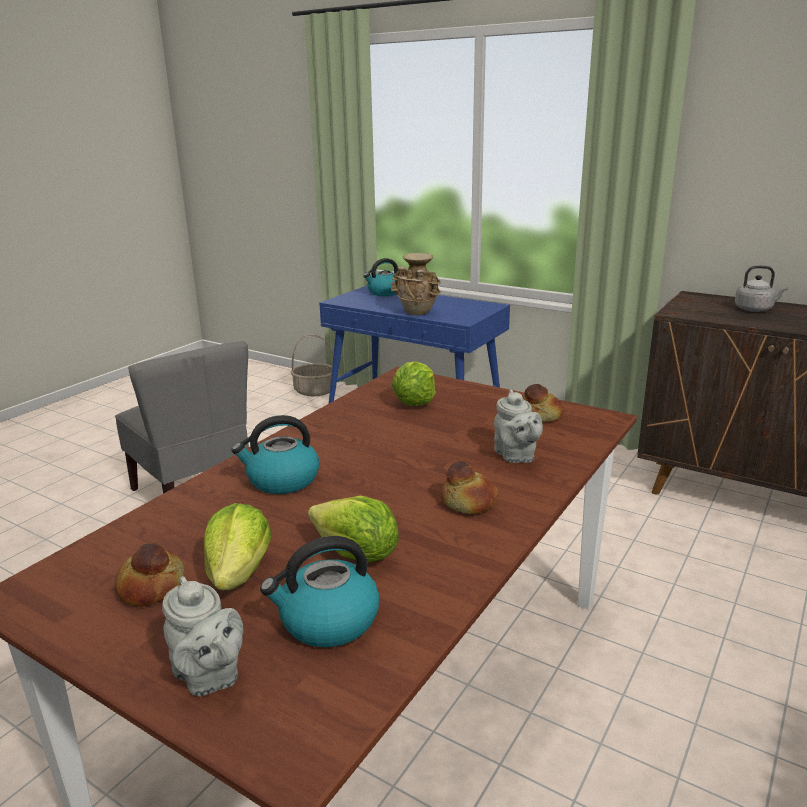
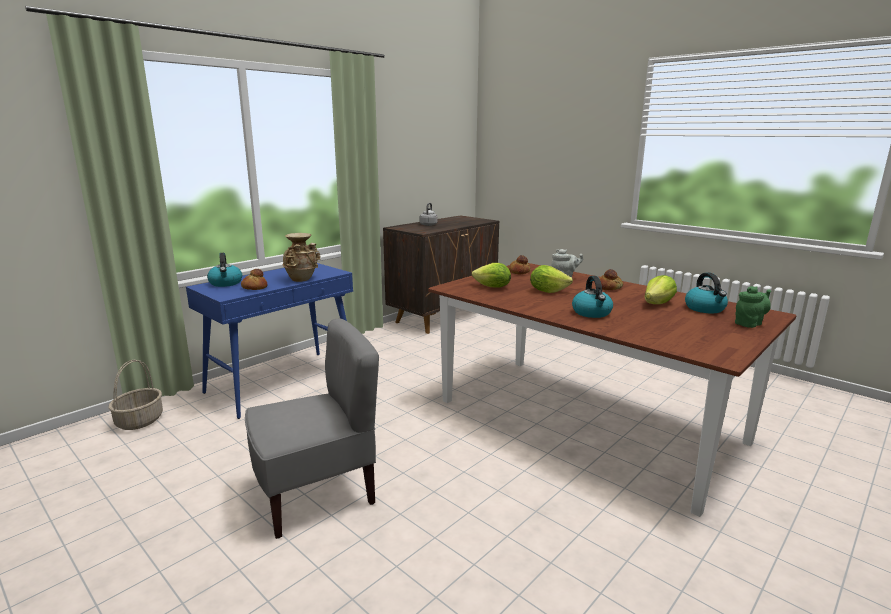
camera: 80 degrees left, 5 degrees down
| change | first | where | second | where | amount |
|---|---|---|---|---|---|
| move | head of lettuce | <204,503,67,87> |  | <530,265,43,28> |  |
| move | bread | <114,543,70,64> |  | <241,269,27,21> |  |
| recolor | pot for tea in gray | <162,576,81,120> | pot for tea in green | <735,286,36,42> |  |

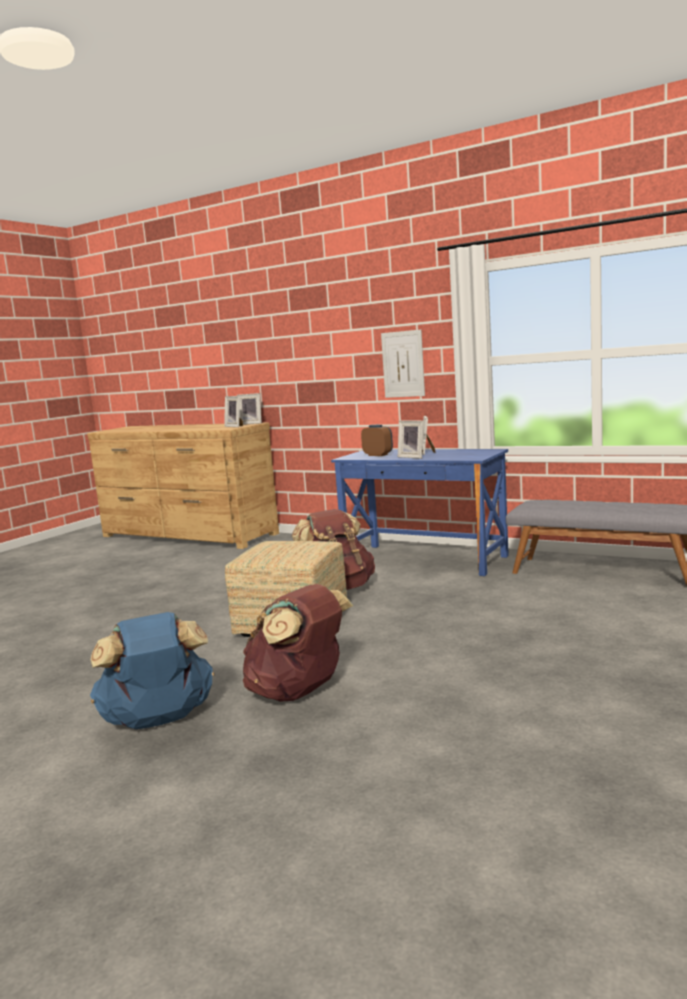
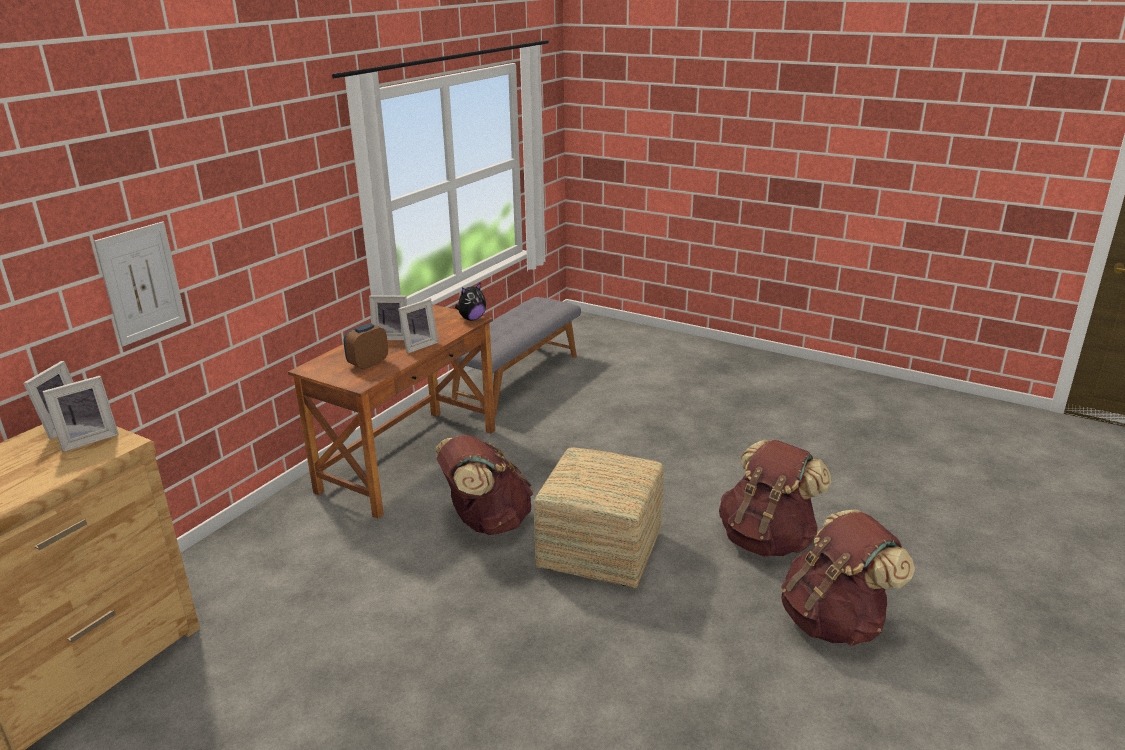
camera: 90 degrees left, 15 degrees up
| change | first | where | second | where | amount |
|---|---|---|---|---|---|
| move | picture | <381,330,44,68> |  | <94,221,92,125> |  |
| recolor | desk table in bluish | <331,449,178,127> | desk table in brown | <288,304,207,215> |  |
| recolor | rucksack in bluish | <90,612,124,117> | rucksack in brown | <781,510,134,136> |  |
| insert |  |  | cuddly toy | <455,283,31,38> |  |

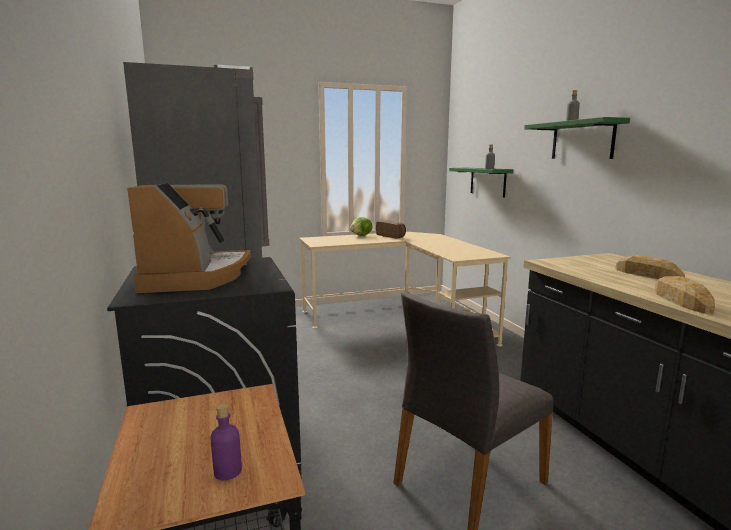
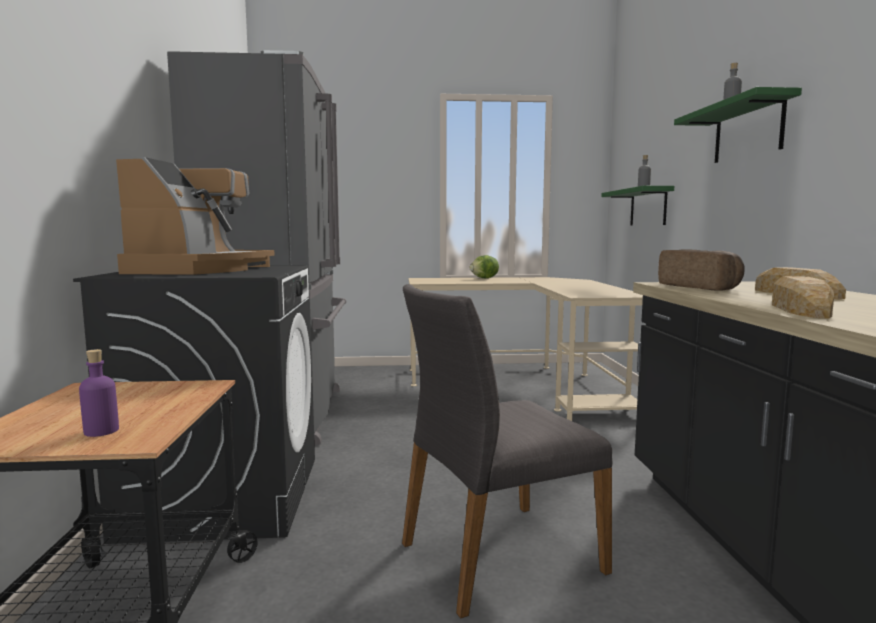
camera: 15 degrees right, 5 degrees down
| change | first | where | second | where | amount |
|---|---|---|---|---|---|
| move | bread | <376,220,30,19> |  | <658,249,86,42> |  |

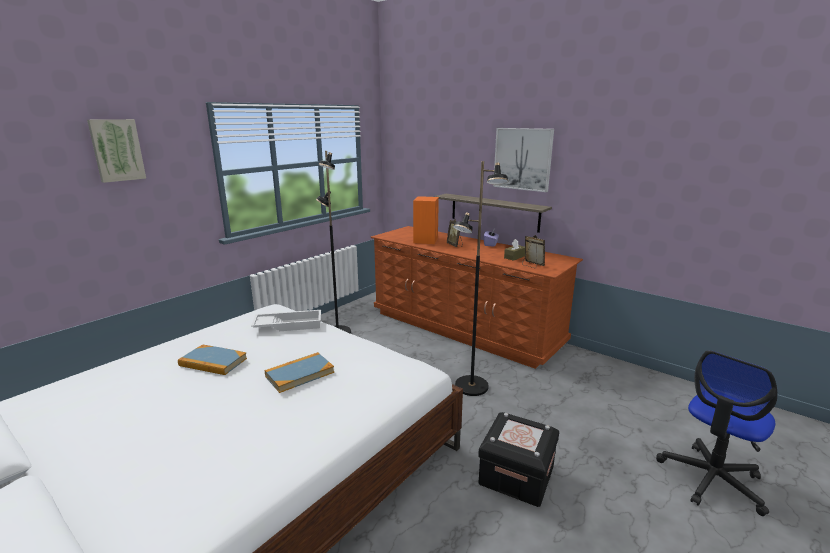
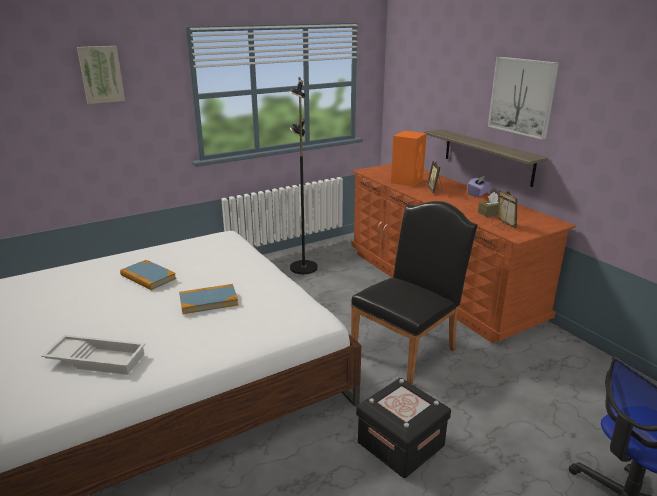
camera: 20 degrees right, 5 degrees up
| change | first | where | second | where | amount |
|---|---|---|---|---|---|
| replace | standing lamp in blackish | <453,161,55,235> | chair in blackish | <351,201,127,183> |  |
| move | serving tray in whitish | <251,310,70,21> |  | <41,335,104,40> |  |

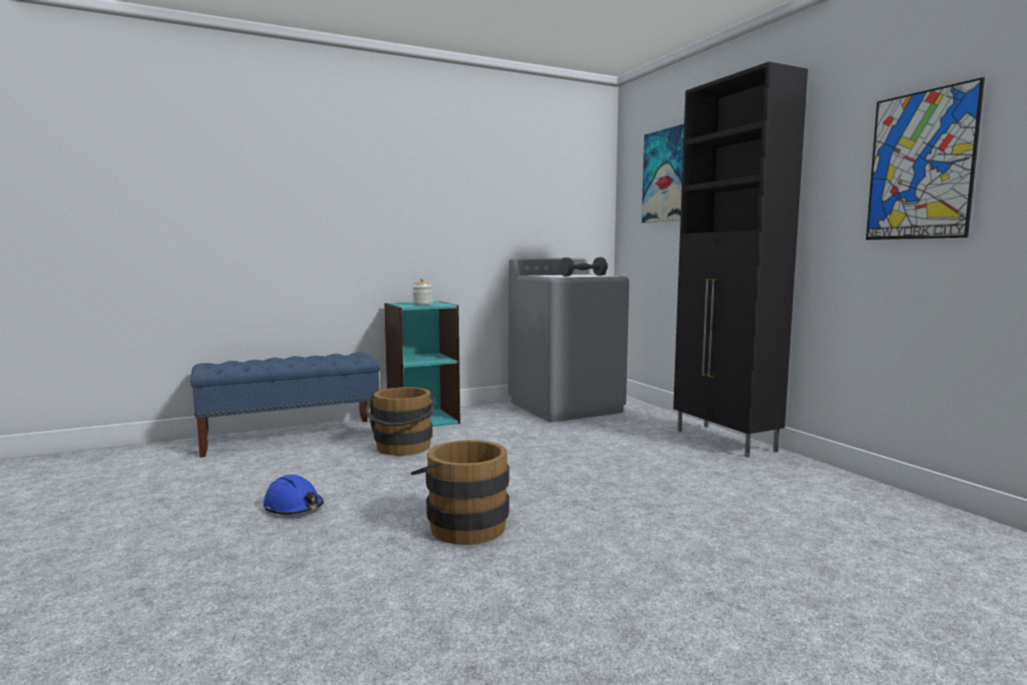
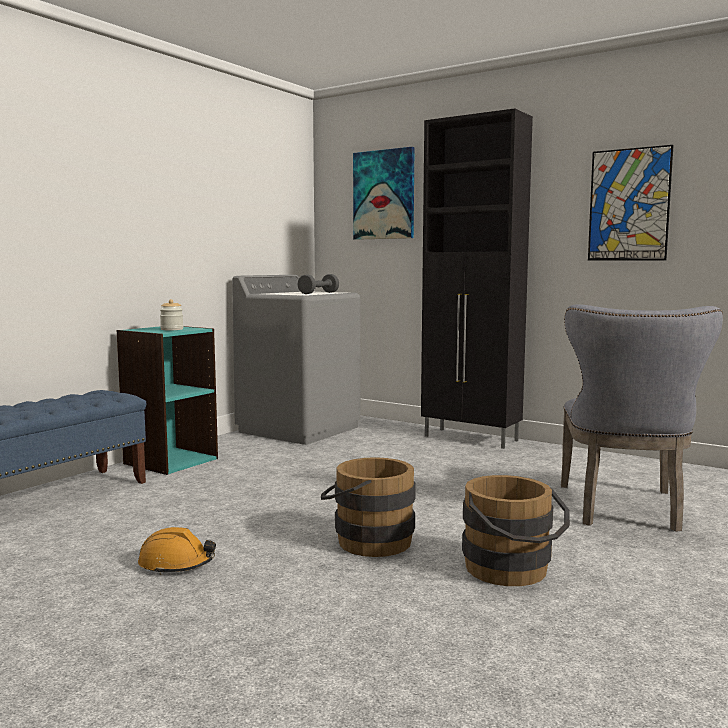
camera: 30 degrees left, 0 degrees up
| change | first | where | second | where | amount |
|---|---|---|---|---|---|
| move | water bucket in brown | <365,387,71,69> |  | <462,475,108,111> |  |
| recolor | work helmet in bluish | <263,475,61,40> | work helmet in orange | <138,527,78,48> |  |
| insert |  |  | chair in gray | <561,305,162,227> |  |

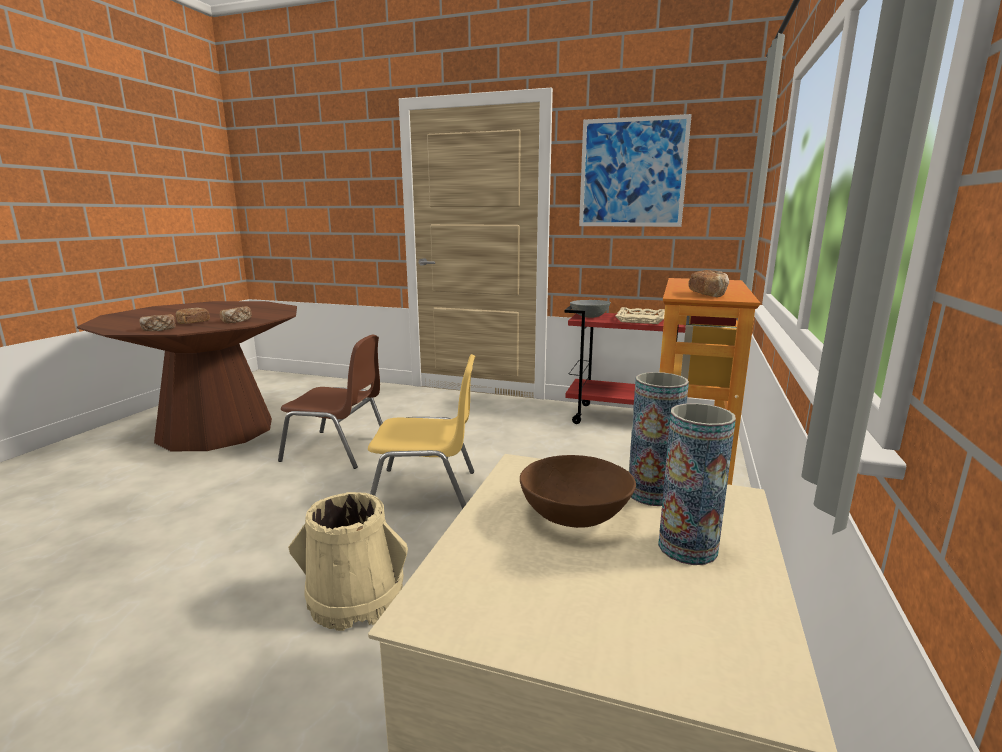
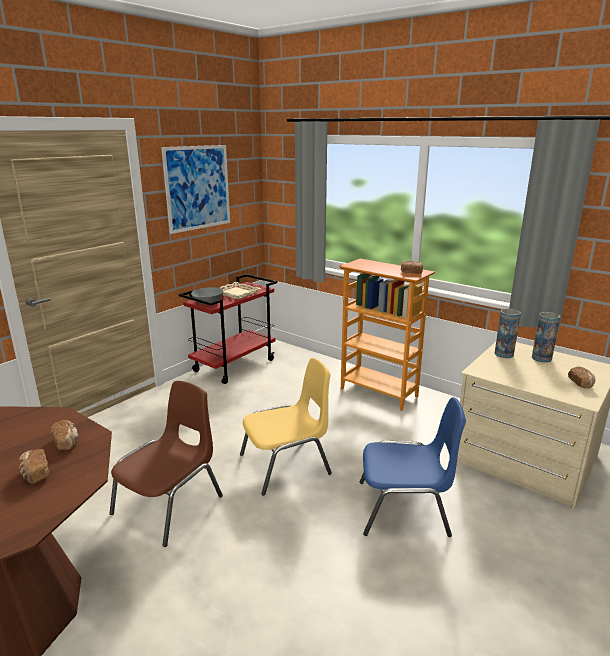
camera: 70 degrees left, 5 degrees up
| change | first | where | second | where | amount |
|---|---|---|---|---|---|
| move | bread | <139,314,37,17> |  | <568,366,28,23> |  |
| rotate | chair in yellowish | <368,354,107,155> |  | <240,358,92,138> | 45 degrees clockwise |
| delete | bowl in brown | <520,455,116,73> |  |  |  |
| replace | water bucket in sand-coloured | <288,492,120,139> | chair in bluish | <360,397,106,140> |  |

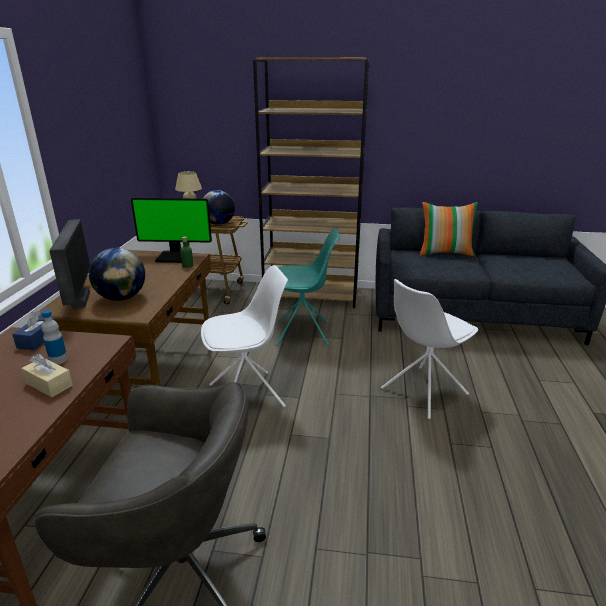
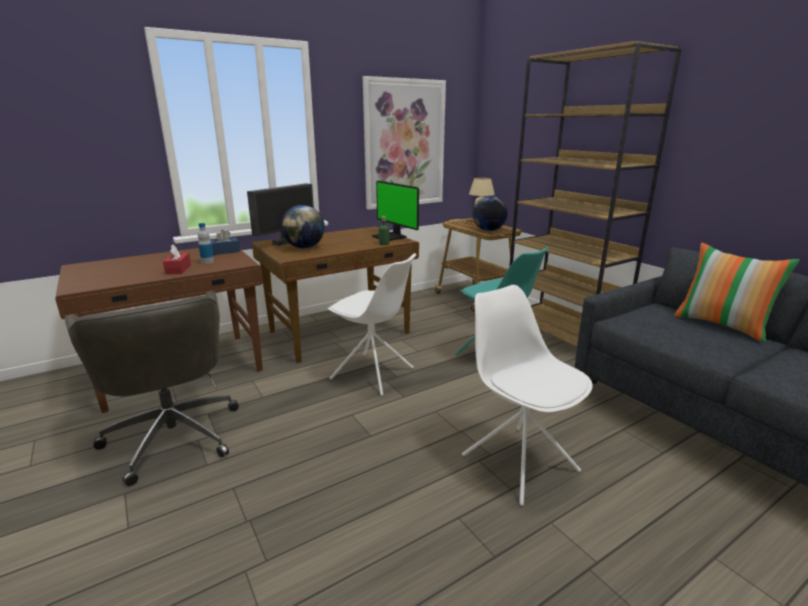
camera: 50 degrees right, 5 degrees down
| change | first | where | second | where | amount |
|---|---|---|---|---|---|
| rotate | chair in whitish | <381,279,97,140> |  | <462,285,131,221> | 45 degrees clockwise |
| recolor | tissue holder in sand-coloured | <21,354,52,43> | tissue holder in red-coloured | <163,245,28,29> |  |
| insert |  |  | picture | <363,76,83,134> |  |

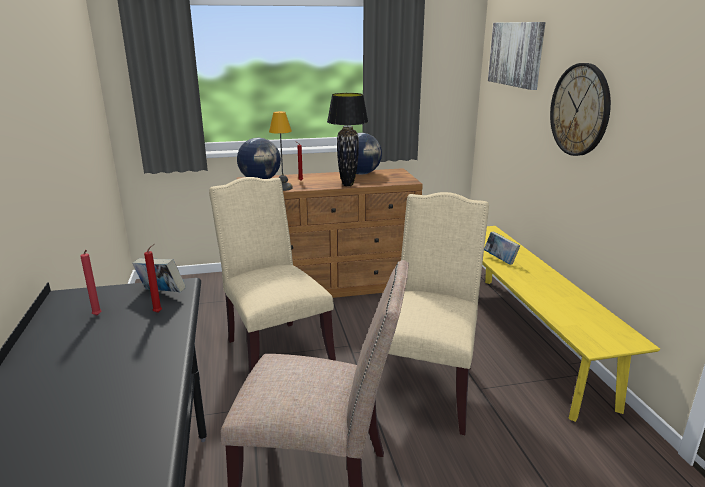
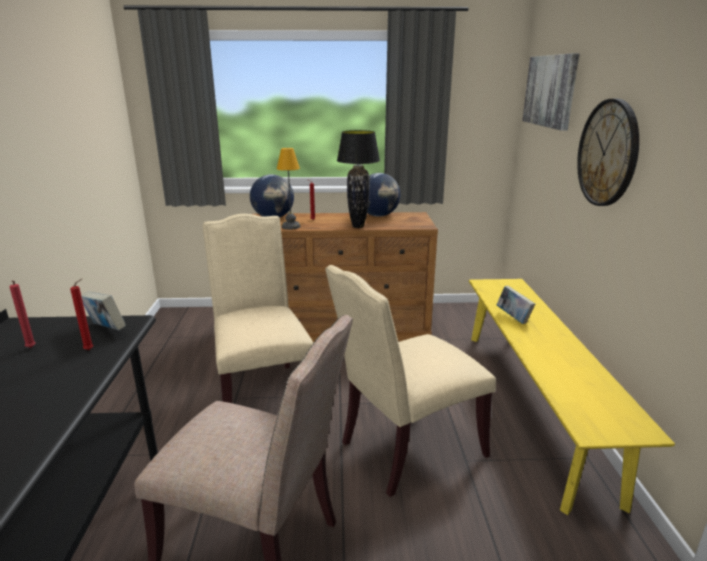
camera: 10 degrees right, 0 degrees up
| change | first | where | second | where | amount |
|---|---|---|---|---|---|
| rotate | chair in sand-coloured | <388,192,101,243> |  | <325,265,171,232> | 150 degrees counterclockwise |

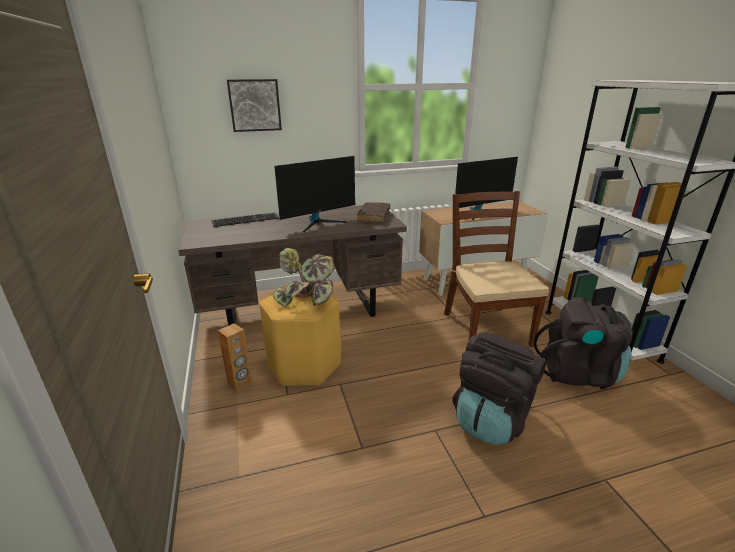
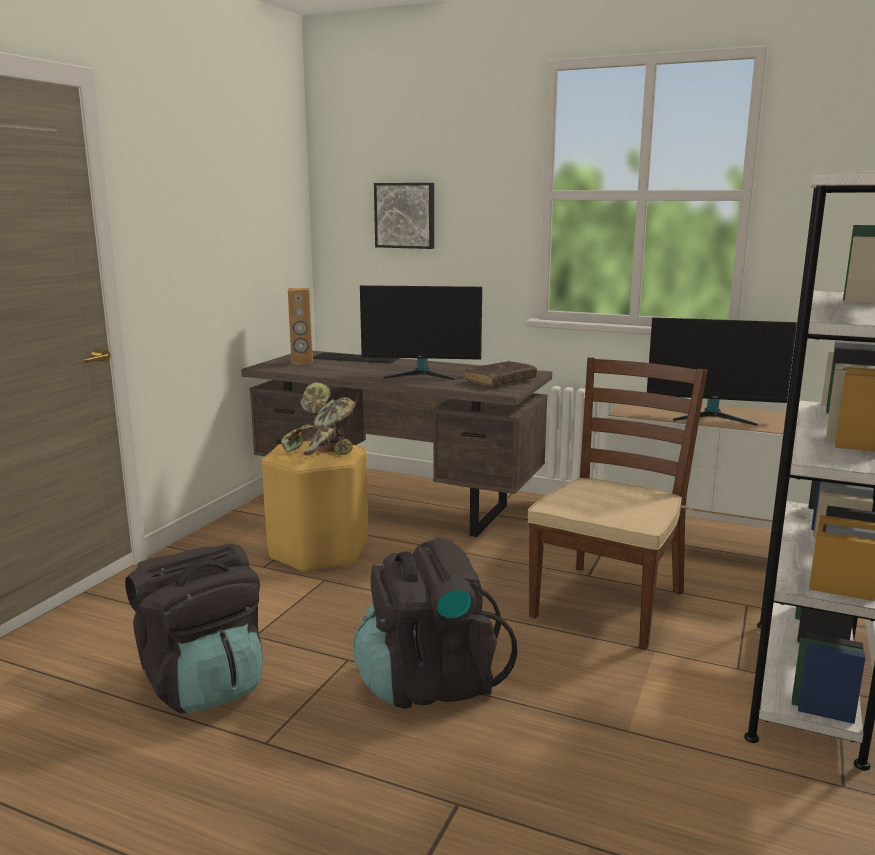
camera: 40 degrees right, 10 degrees down
| change | first | where | second | where | amount |
|---|---|---|---|---|---|
| move | rucksack in blackish | <534,297,99,92> |  | <125,544,138,169> |  |
| move | audio speaker in brown | <218,323,34,69> |  | <288,288,25,77> |  |

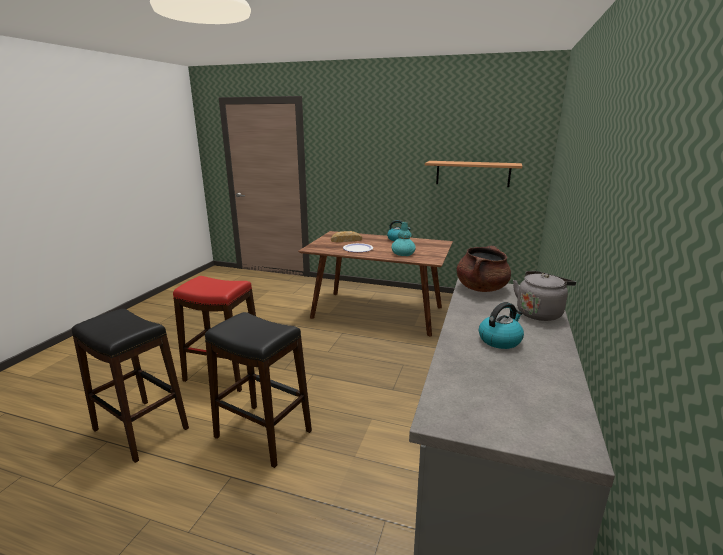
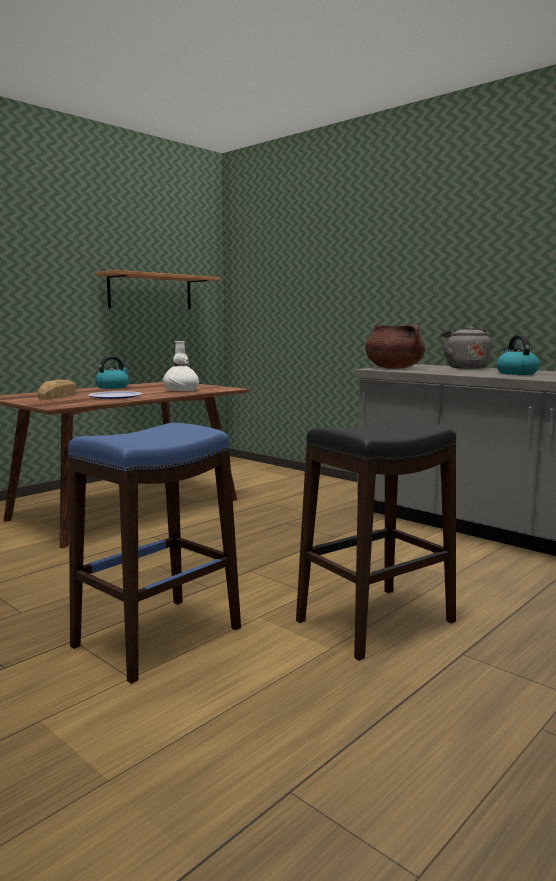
camera: 65 degrees left, 10 degrees down
| change | first | where | second | where | amount |
|---|---|---|---|---|---|
| recolor | flower vase in blue-green | <392,221,24,35> | flower vase in whitish | <163,341,36,50> |  |
| recolor | stool seat in red-coloured | <173,276,83,116> | stool seat in bluish | <68,423,173,261> |  |
| delete | stool seat in blackish | <71,309,118,154> |  |  |  |

